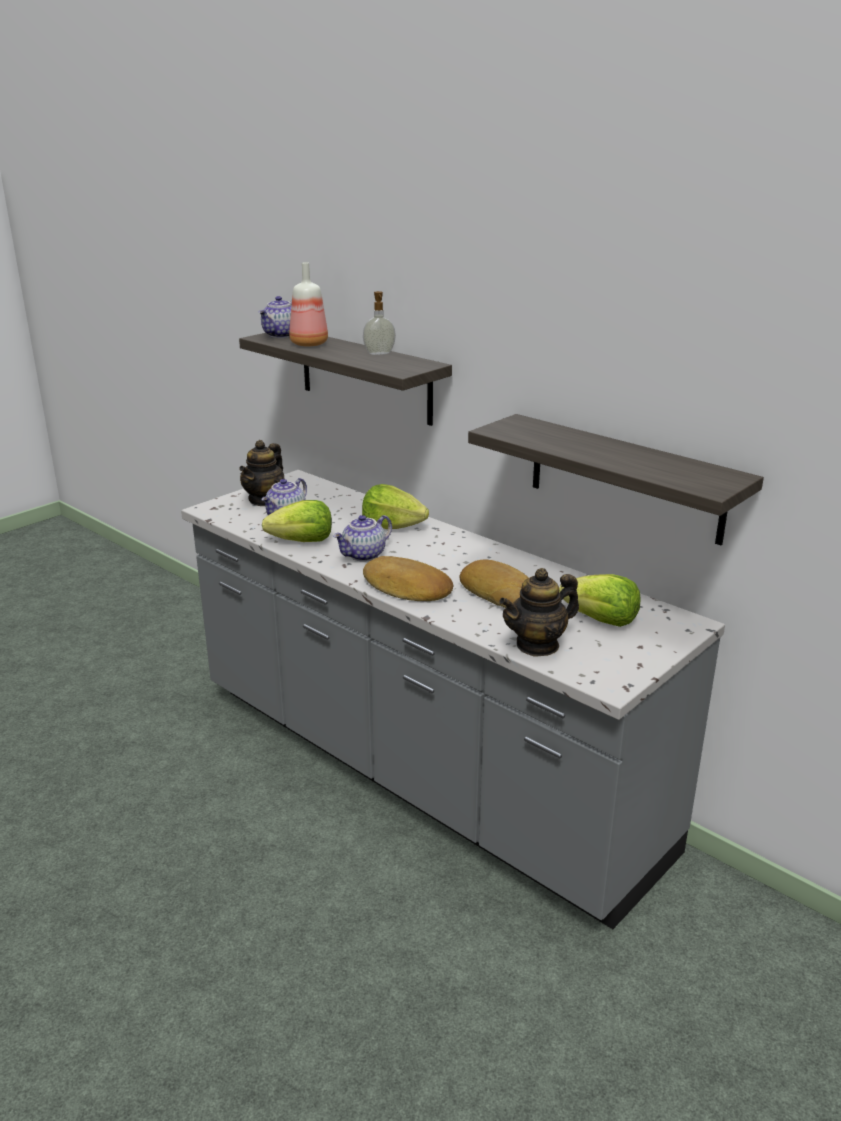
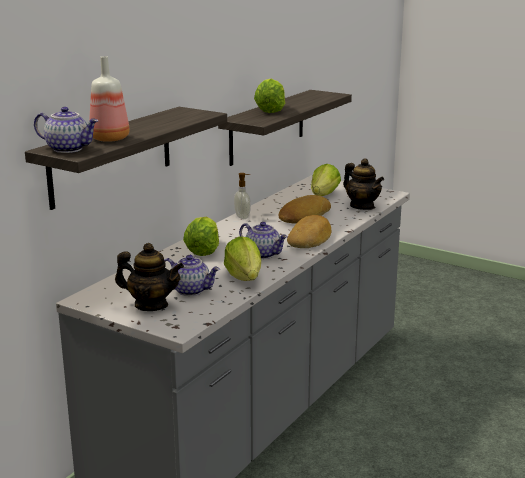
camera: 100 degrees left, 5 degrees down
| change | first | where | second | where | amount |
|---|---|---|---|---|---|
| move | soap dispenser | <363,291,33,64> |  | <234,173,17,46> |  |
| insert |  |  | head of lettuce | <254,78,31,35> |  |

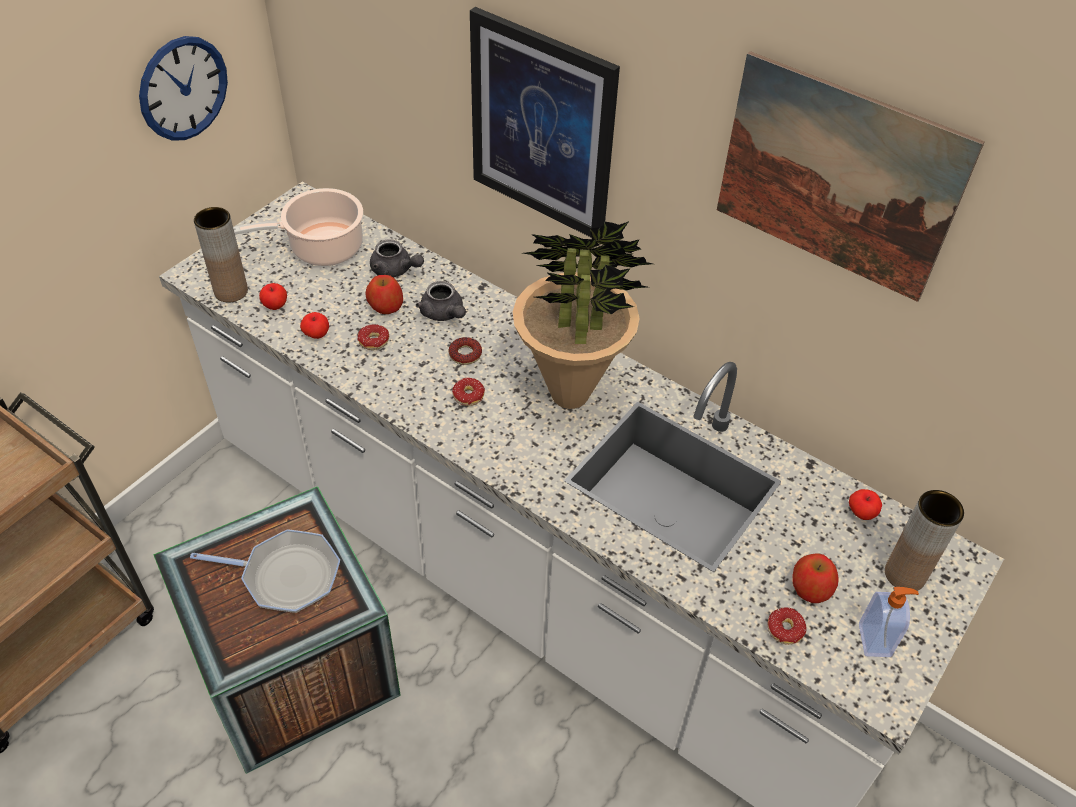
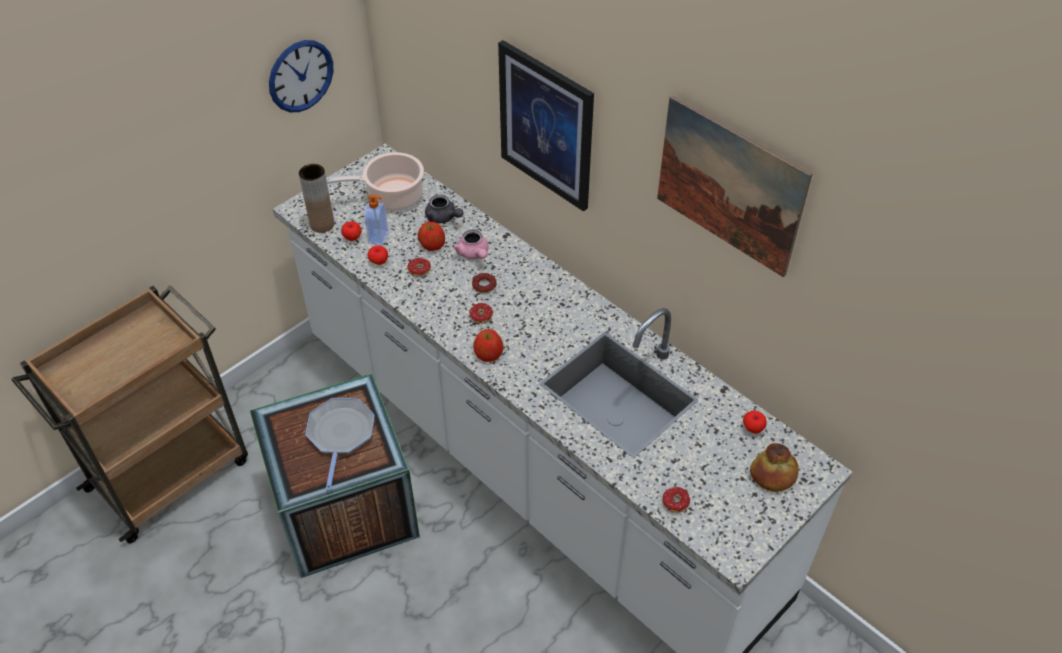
camera: 10 degrees right, 0 degrees up
| change | first | where | second | where | amount |
|---|---|---|---|---|---|
| delete | plant in a pot | <513,221,139,188> |  |  |  |
| recolor | pot for tea in gray | <416,281,50,40> | pot for tea in pink-coloured | <452,229,37,30> |  |
| replace | flower vase in brown | <885,490,79,101> | bread | <750,443,49,49> |  |
| rotate | pan | <190,529,150,84> |  | <305,398,70,93> | 105 degrees counterclockwise |
| move | whole apple | <792,553,47,50> |  | <473,329,31,33> |  |
| move | soap dispenser | <859,587,60,70> |  | <365,195,24,50> |  |

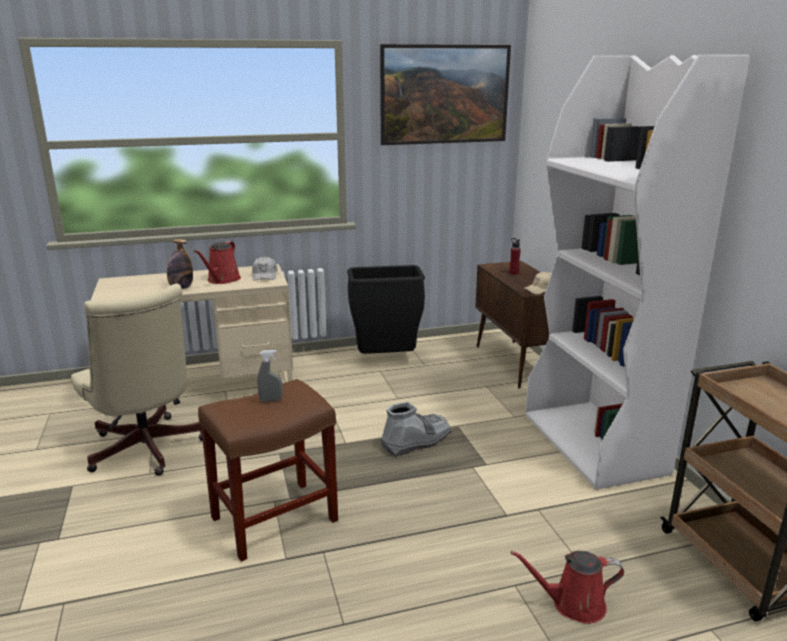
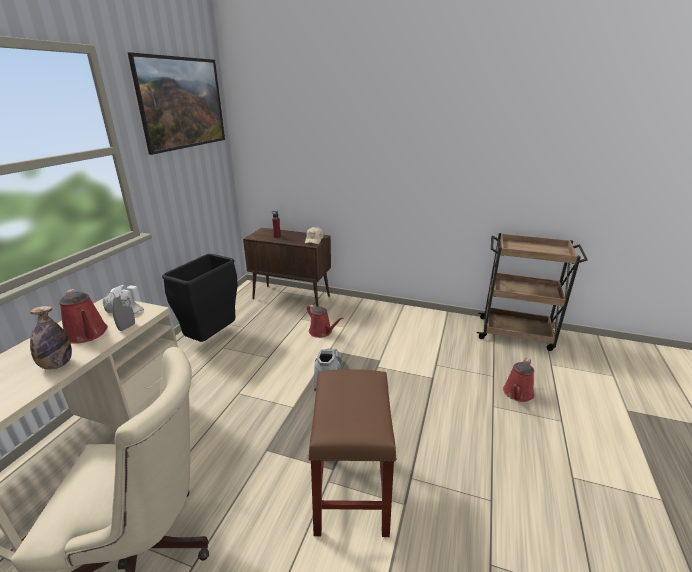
camera: 55 degrees left, 5 degrees up
| change | first | where | second | where | amount |
|---|---|---|---|---|---|
| delete | shelving unit in whitish | <525,54,225,435> |  |  |  |
| move | hand sprayer in gray | <257,350,26,52> |  | <110,285,25,46> |  |
| insert |  |  | sprinkling can in red-coloured | <307,305,37,33> |  |

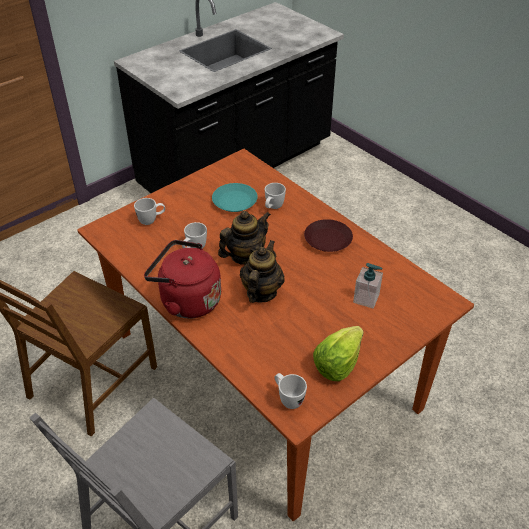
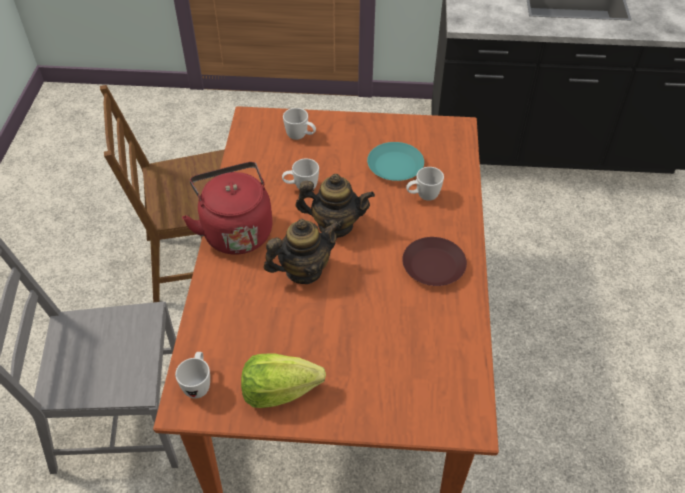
camera: 45 degrees right, 5 degrees up
| change | first | where | second | where | amount |
|---|---|---|---|---|---|
| delete | soap dispenser | <353,263,30,46> |  |  |  |

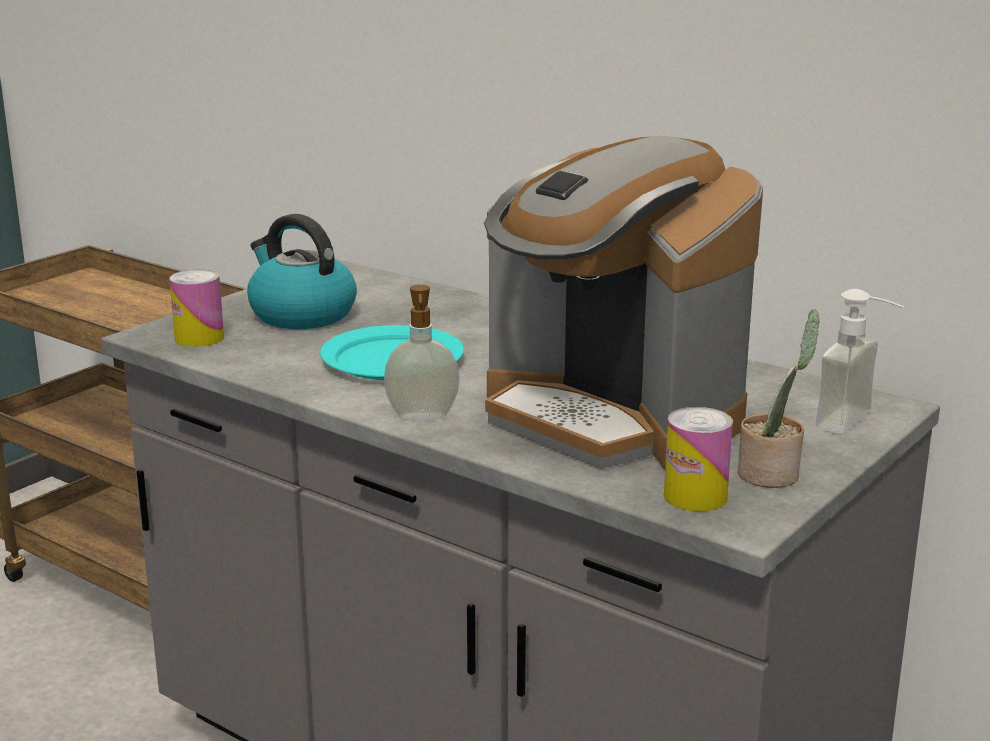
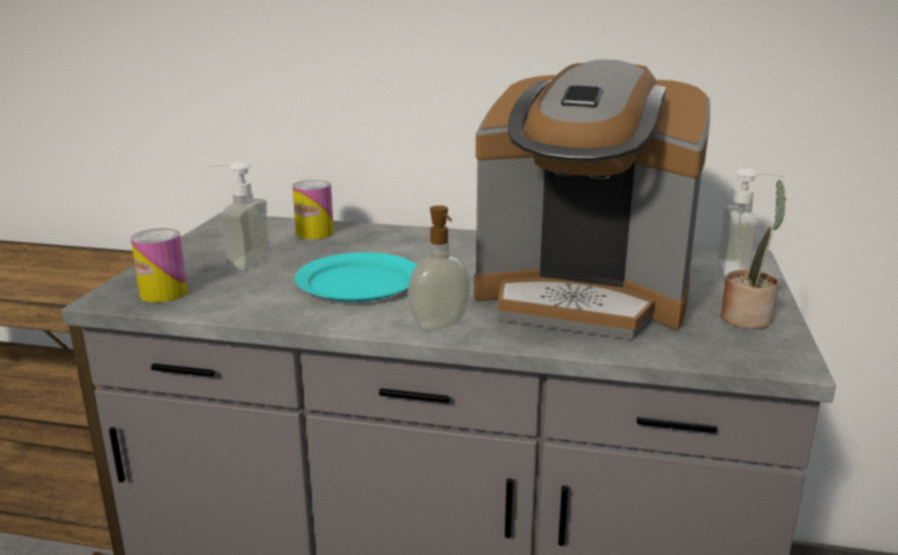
camera: 25 degrees left, 0 degrees up
| change | first | where | second | where | amount |
|---|---|---|---|---|---|
| replace | water kettle | <247,214,110,115> | soap dispenser | <208,161,63,109> |  |
| move | metal can | <664,407,69,105> |  | <292,180,42,59> |  |

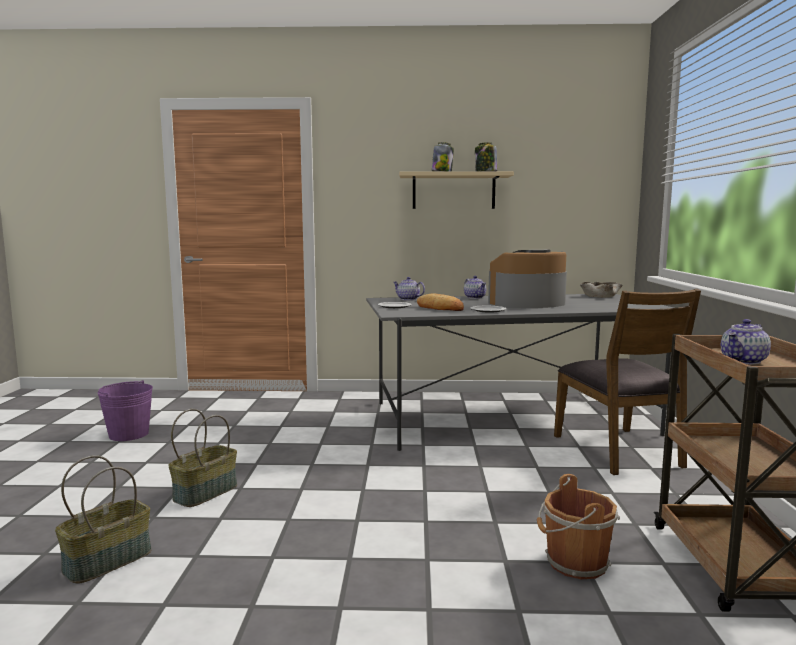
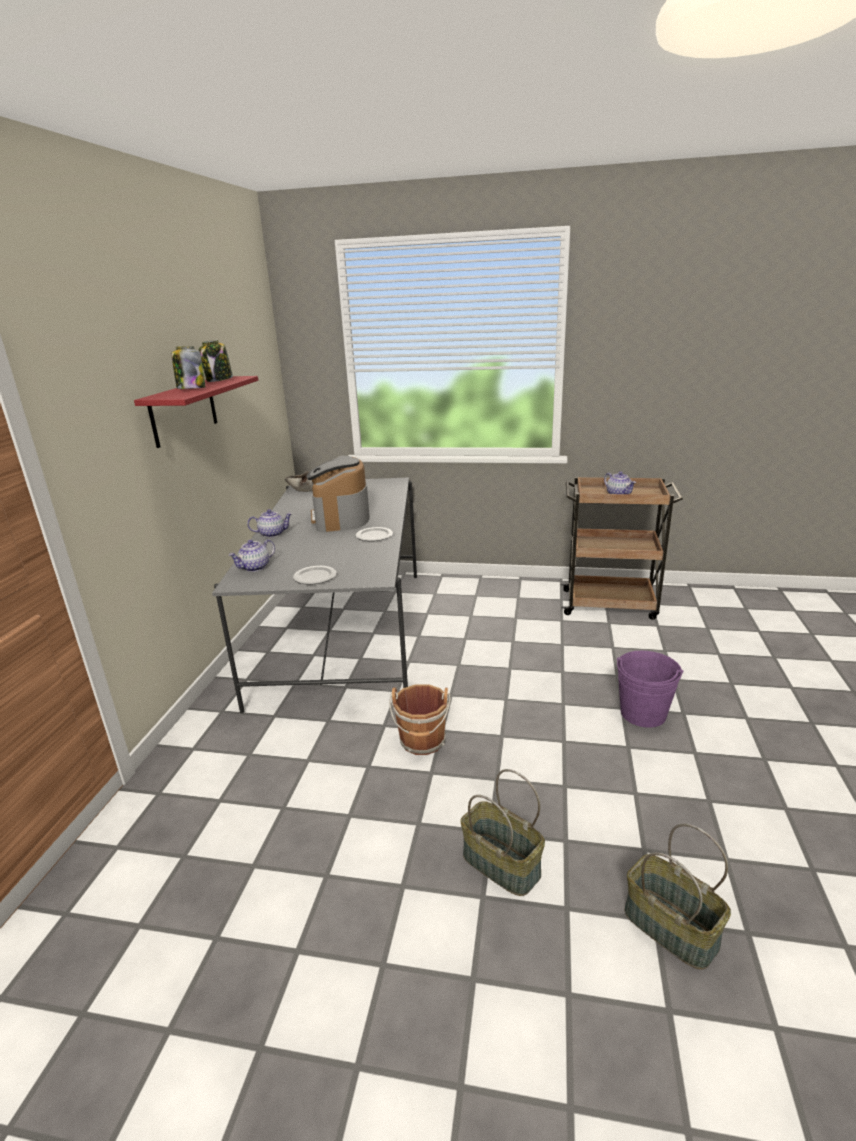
camera: 80 degrees left, 15 degrees up
| change | first | where | second | where | amount |
|---|---|---|---|---|---|
| recolor | shelf in sand-coloured | <399,171,115,38> | shelf in red-coloured | <134,376,124,72> |  |
| delete | chair in brown | <554,289,147,186> |  |  |  |
| delete | bread | <417,294,47,17> |  |  |  |
| move | water bucket in purple | <97,380,56,61> |  | <617,651,66,77> |  |
| move | water bucket in brown | <537,474,83,105> |  | <389,684,62,71> |  |

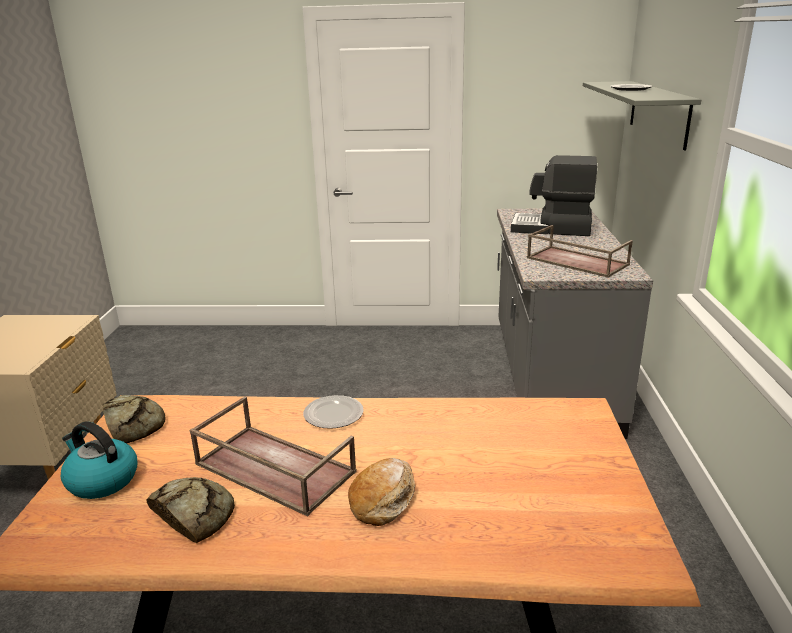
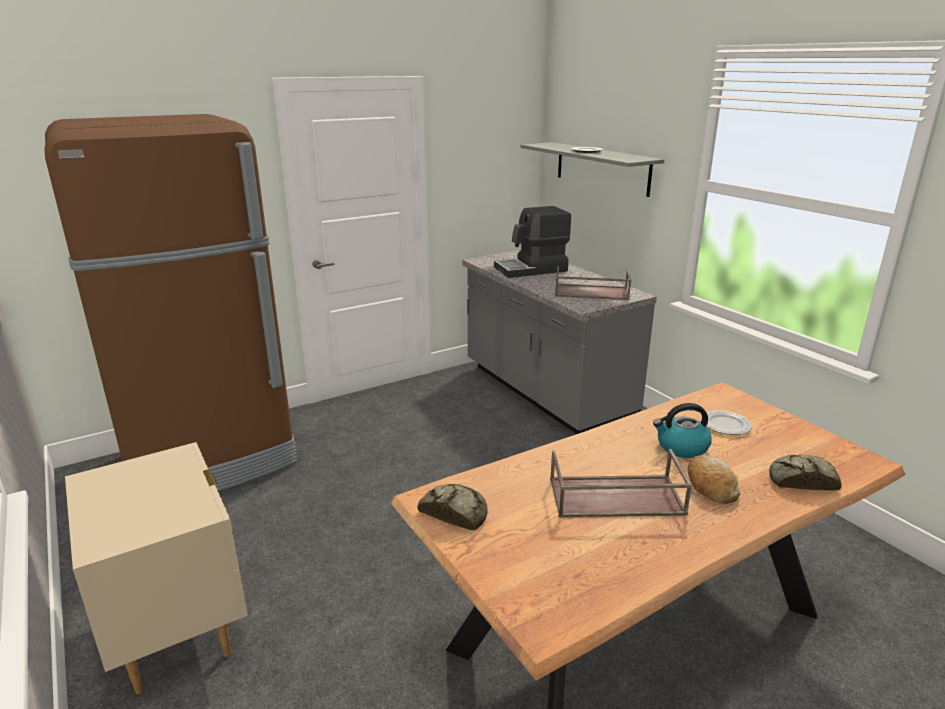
camera: 35 degrees left, 0 degrees up
| change | first | where | second | where | amount |
|---|---|---|---|---|---|
| move | flat dish | <303,395,61,34> |  | <701,410,51,25> |  |
| move | water kettle | <61,421,77,78> |  | <653,403,59,55> |  |
| move | bread | <147,477,88,66> |  | <769,455,73,36> |  |
| insert |  |  | kitchen fridge in brown | <44,114,254,377> |  |

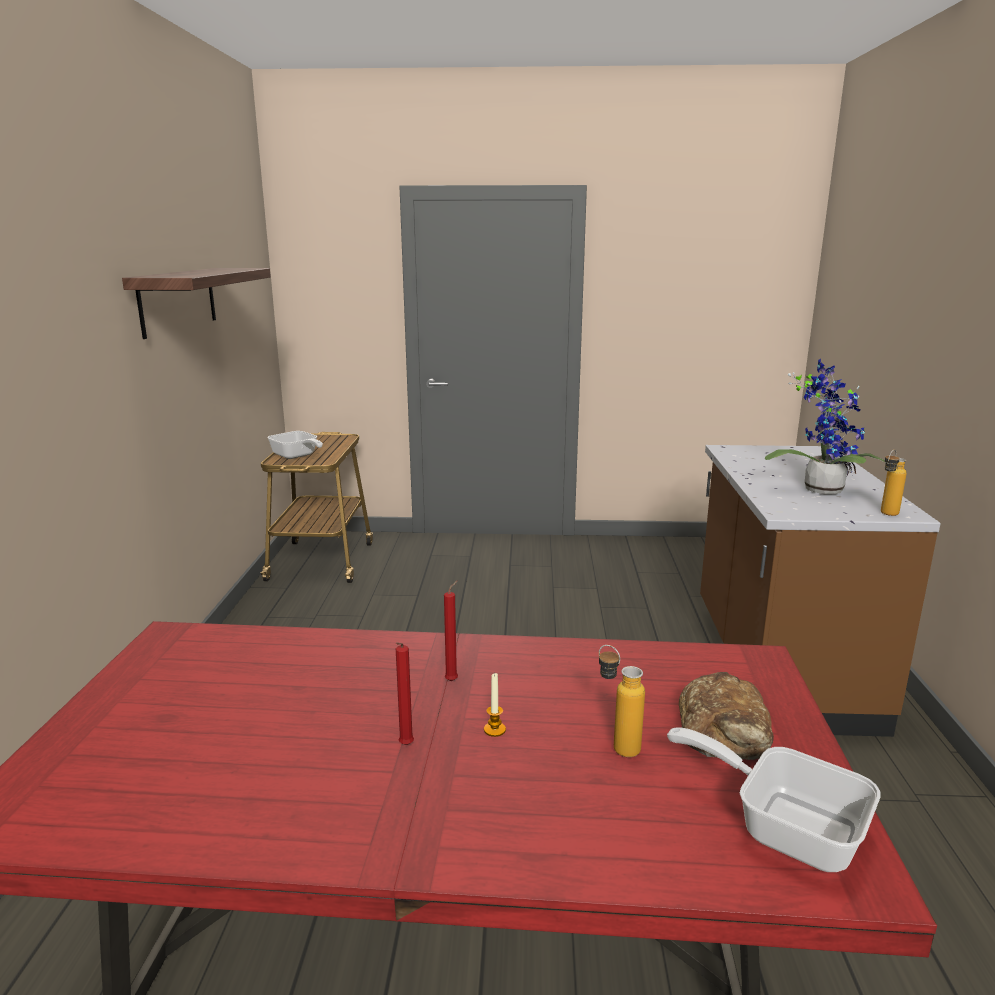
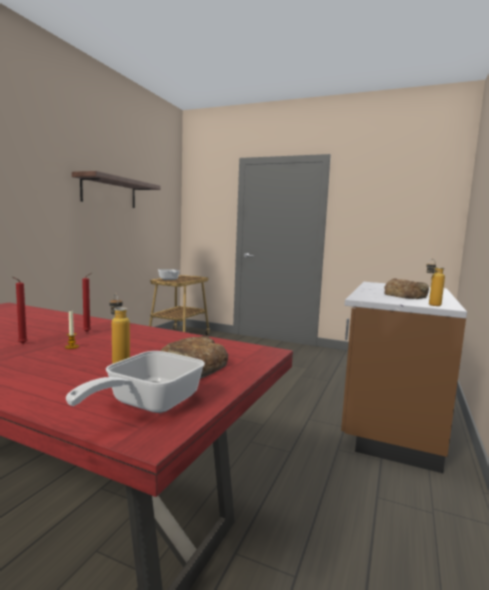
camera: 20 degrees right, 10 degrees down
| change | first | where | second | where | amount |
|---|---|---|---|---|---|
| replace | plant in a pot | <765,359,121,135> | bread | <384,278,45,21> |  |
| rotate | pan | <667,727,214,145> |  | <66,351,139,62> | 120 degrees counterclockwise |

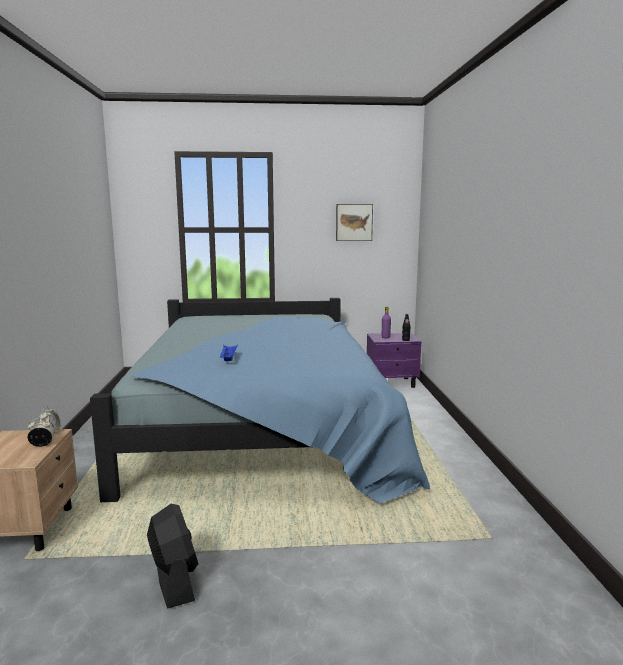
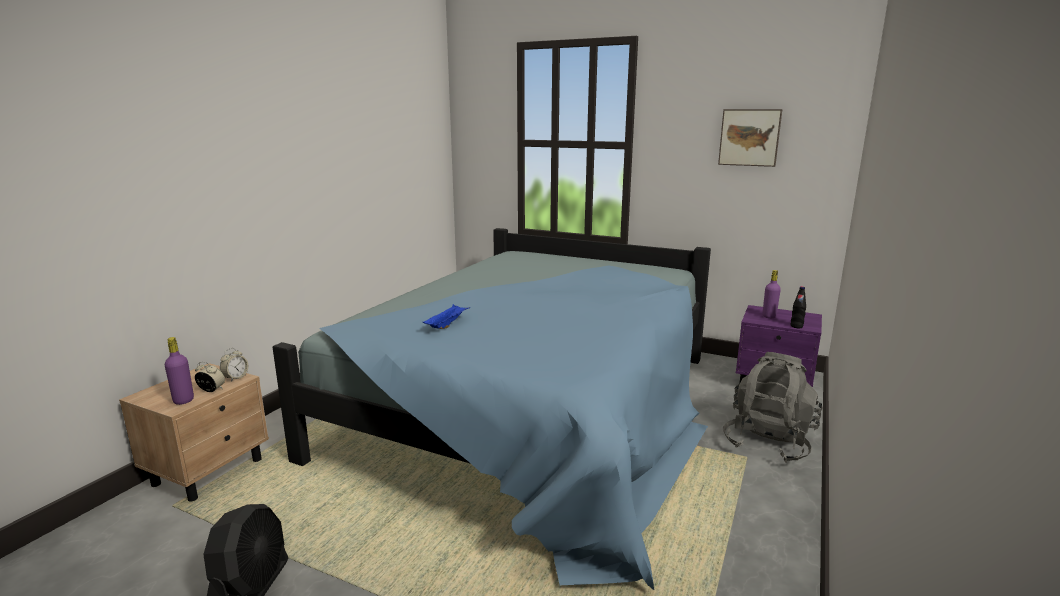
camera: 30 degrees right, 5 degrees up
| change | first | where | second | where | amount |
|---|---|---|---|---|---|
| insert |  |  | drink bottle in purple | <165,337,29,68> |  |
| insert |  |  | rucksack in gray | <723,352,100,111> |  |

